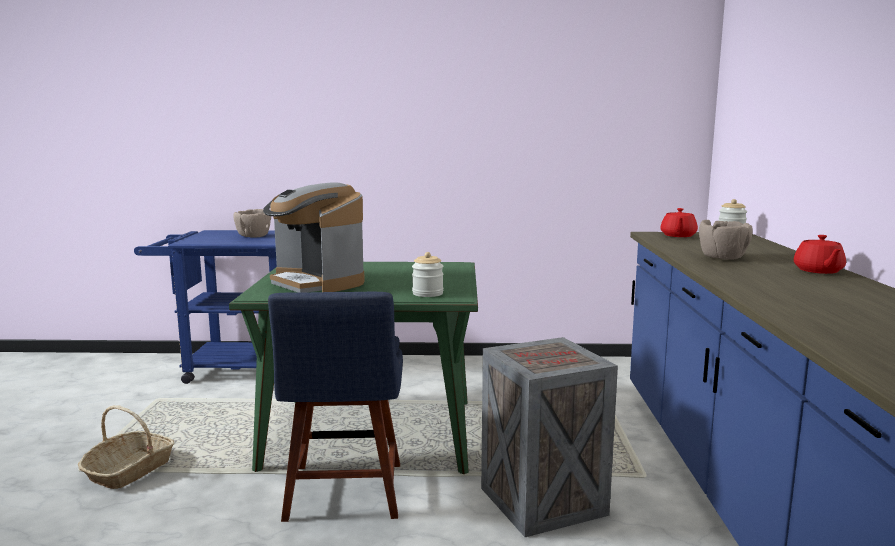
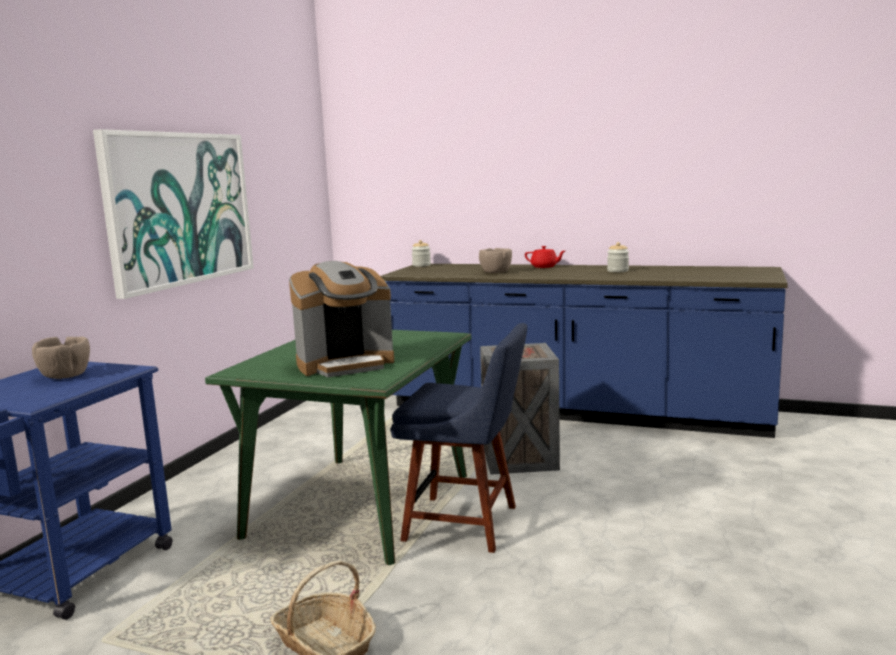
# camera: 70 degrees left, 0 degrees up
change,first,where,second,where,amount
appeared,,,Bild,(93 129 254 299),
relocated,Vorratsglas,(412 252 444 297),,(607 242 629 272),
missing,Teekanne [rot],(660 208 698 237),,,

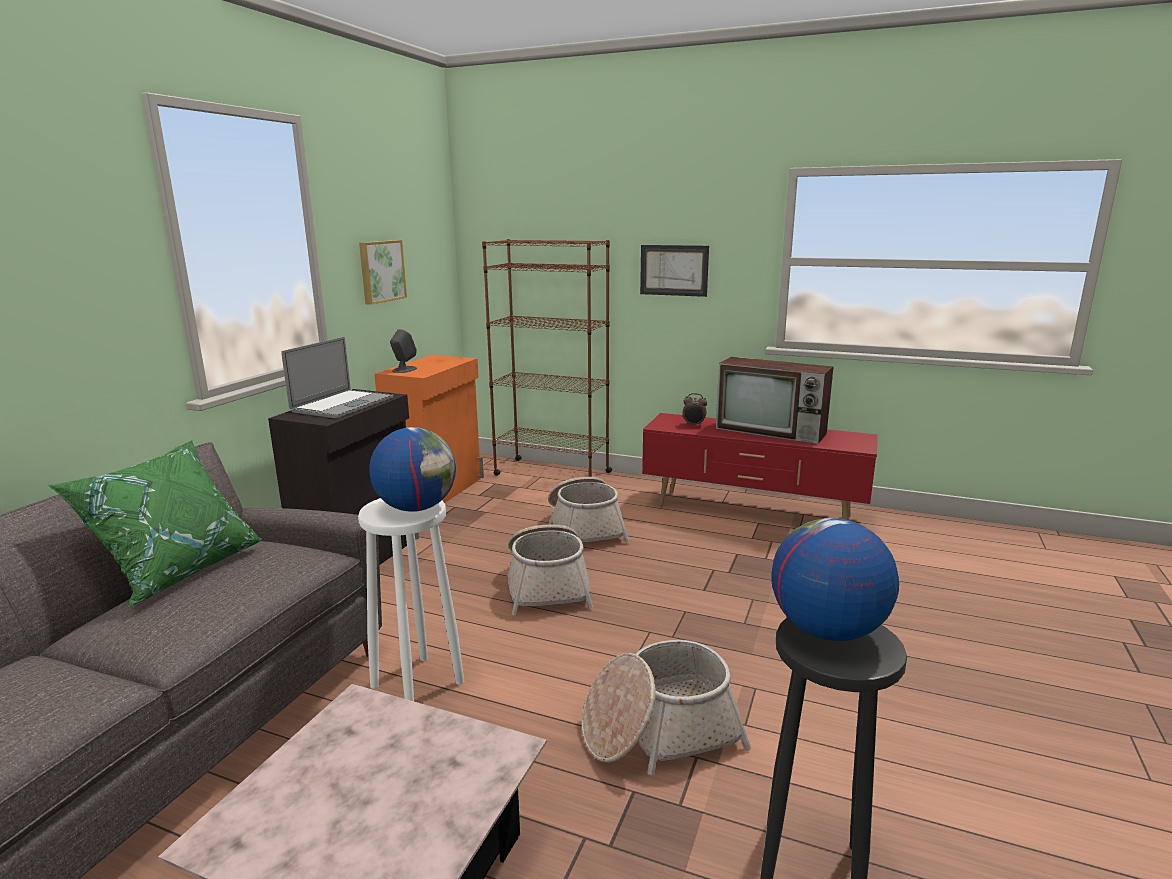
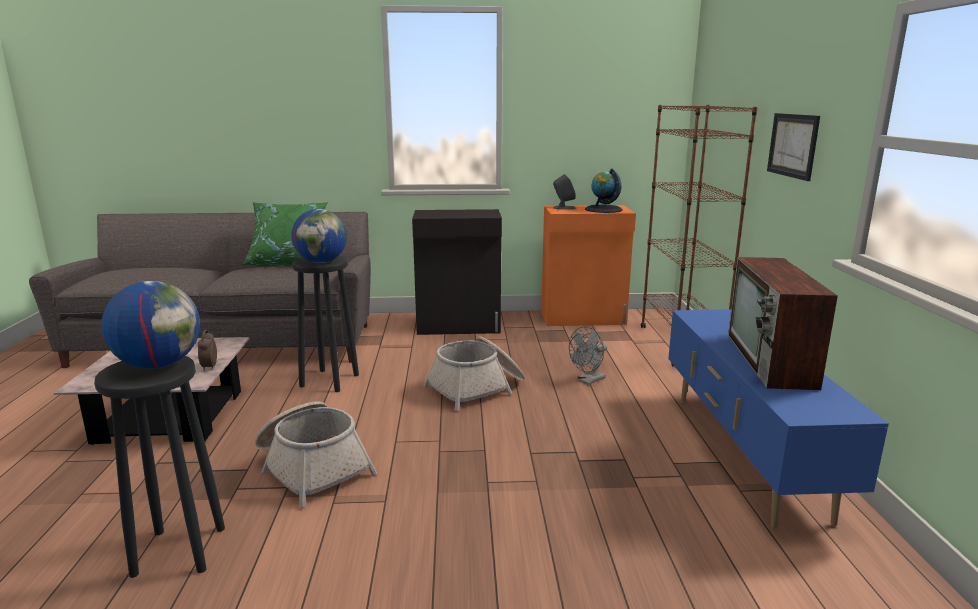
# camera: 65 degrees right, 0 degrees up
change,first,where,second,where,amount
relocated,Wecker,(682 393 707 427),,(198 330 217 371),
colour,Hocker [weiß],(358 498 464 701),Hocker [schwarz],(292 255 359 392),
exchanged,Korb,(548 477 630 543),Ventilator [grau],(569 326 607 385),
appeared,,,Globus,(585 169 622 213),
colour,Fernsehschrank [rot],(642 413 878 520),Fernsehschrank [blau],(668 309 889 528),
missing,Laptop,(281 337 394 418),,,
missing,Bild,(359 240 407 305),,,

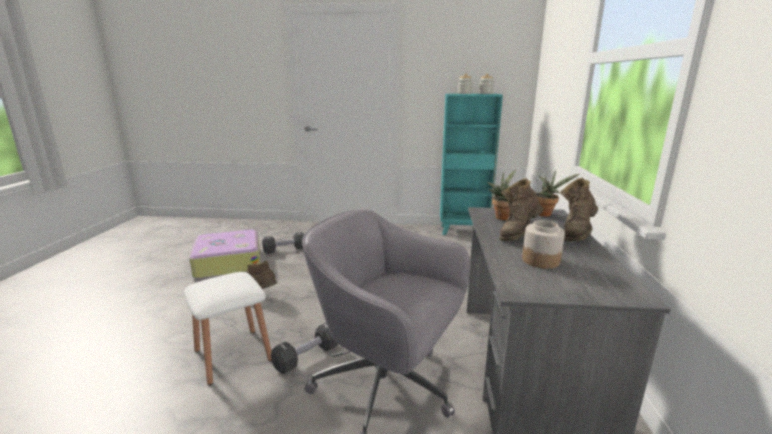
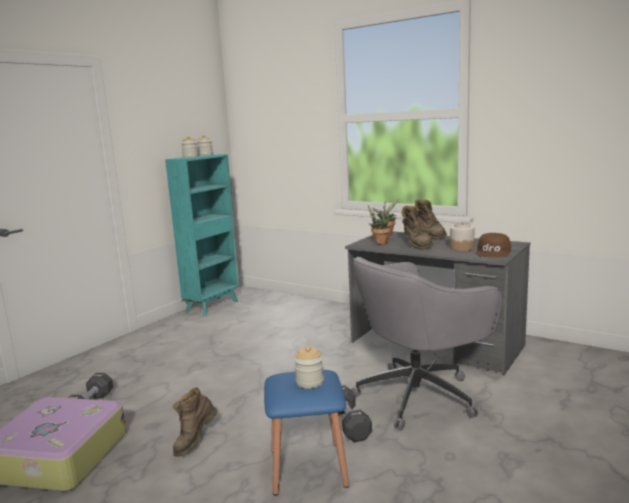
# camera: 60 degrees left, 5 degrees down
change,first,where,second,where,amount
colour,Hocker [weiß],(184 272 272 385),Hocker [blau],(264 370 349 496),
appeared,,,Vorratsglas,(294 346 324 389),
appeared,,,Kappe [braun],(475 233 511 258),

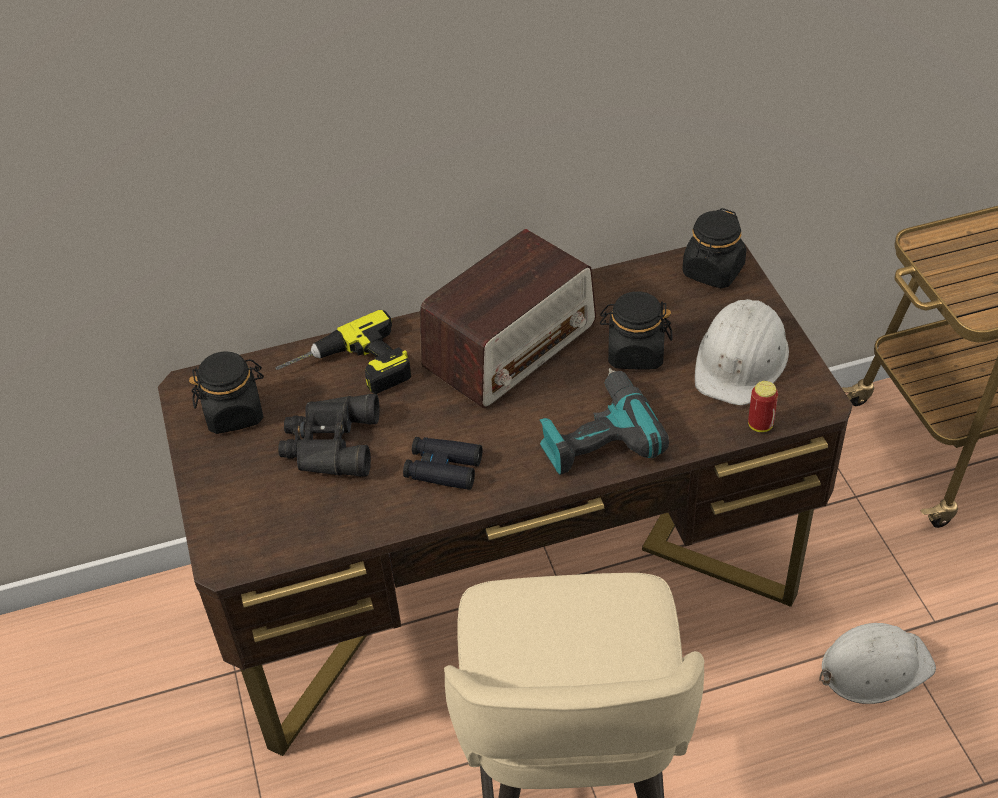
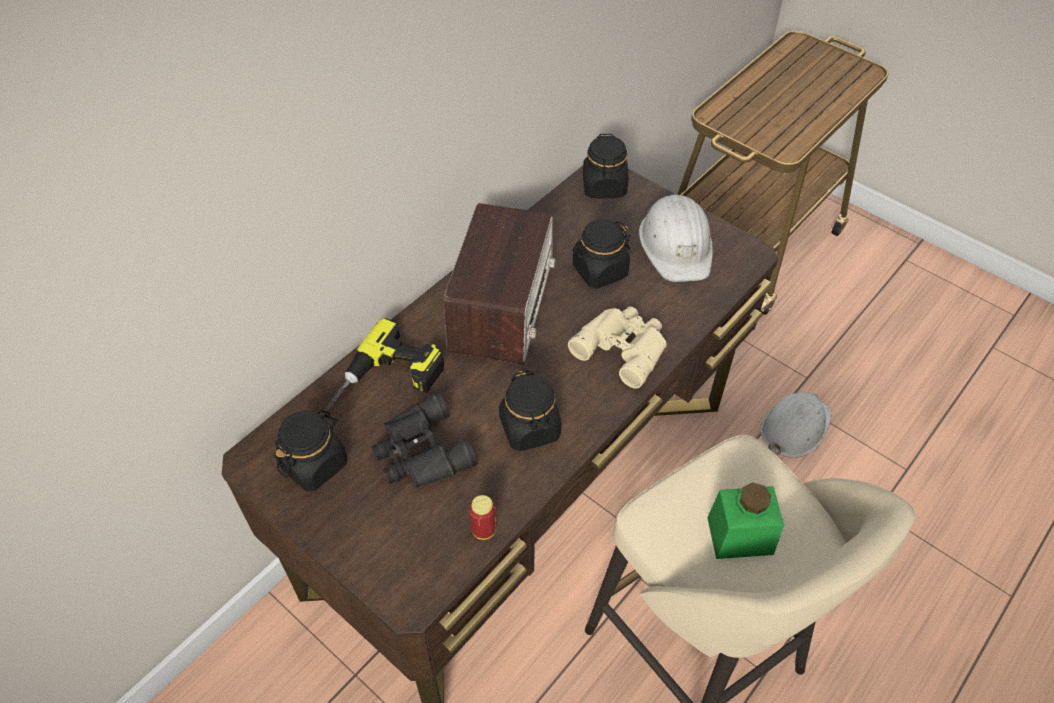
# camera: 35 degrees left, 5 degrees up
change,first,where,second,where,amount
relocated,Dose,(748 381 778 432),,(469 495 496 540),
exchanged,Fernglas [schwarz],(403 437 482 490),Vorratsglas [schwarz],(499 370 561 451),
exchanged,Bohrmaschine,(539 368 669 475),Fernglas [beige],(568 306 667 389),
appeared,,,Vorratsglas [grün],(707 482 784 559),

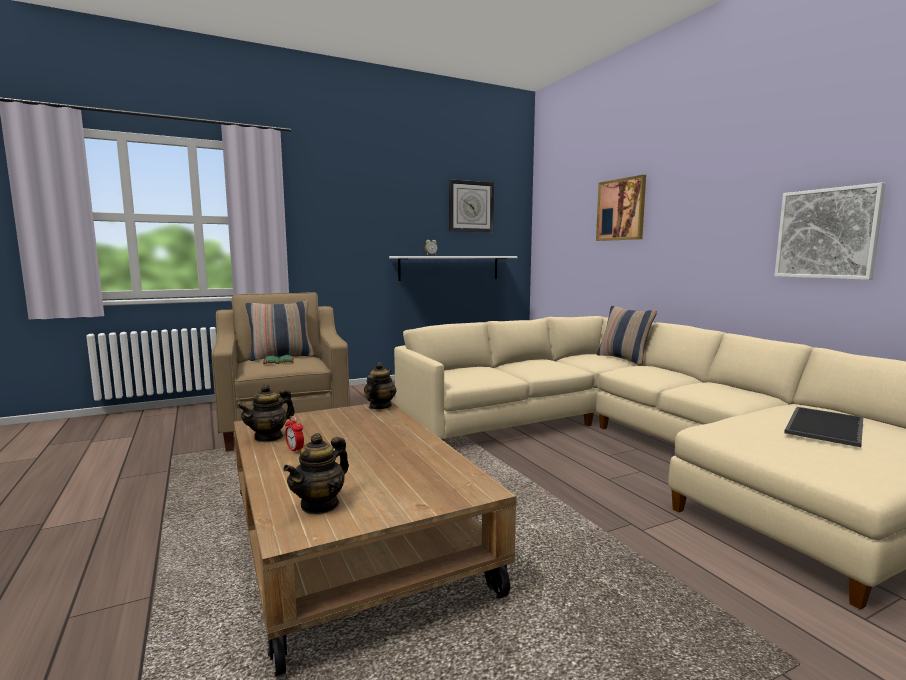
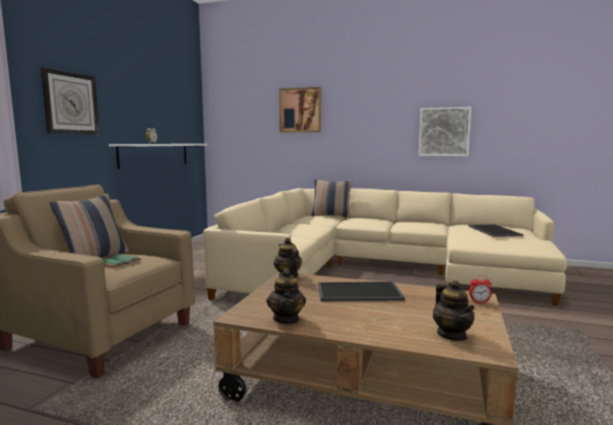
# camera: 45 degrees left, 0 degrees up
change,first,where,second,where,amount
relocated,Wanduhr,(449 179 494 232),,(41 67 100 135),
appeared,,,Tablett,(318 282 405 301),
relocated,Wecker,(285 416 304 453),,(469 275 492 303),

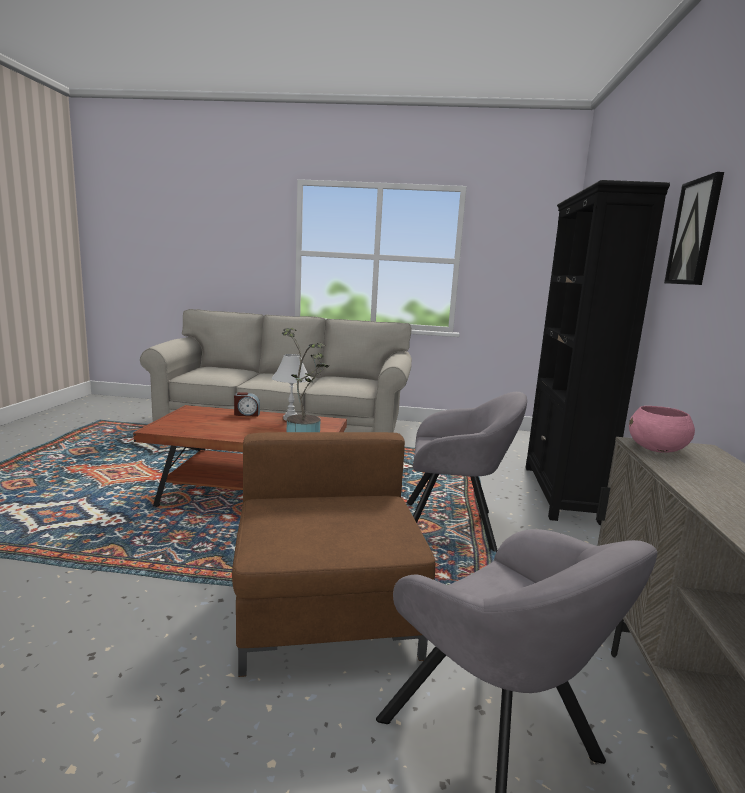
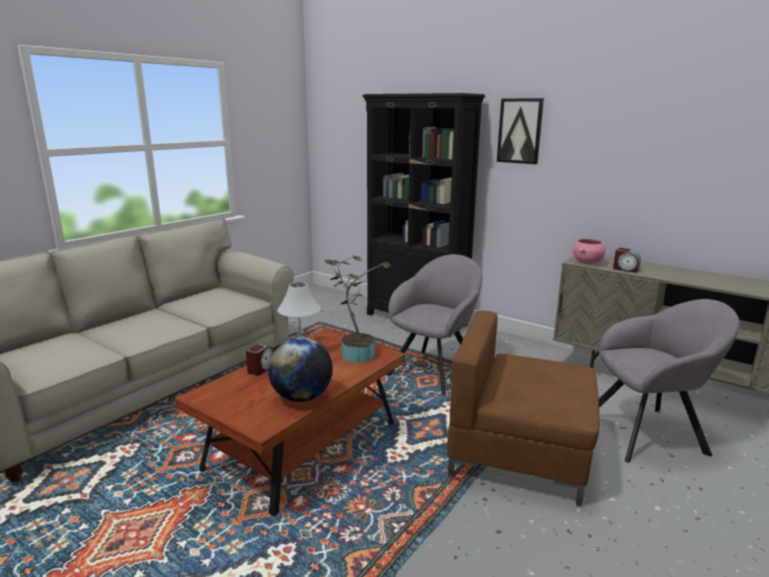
# camera: 60 degrees left, 5 degrees up
change,first,where,second,where,amount
appeared,,,Globus,(268 337 333 402),
appeared,,,Wecker,(613 248 641 273),

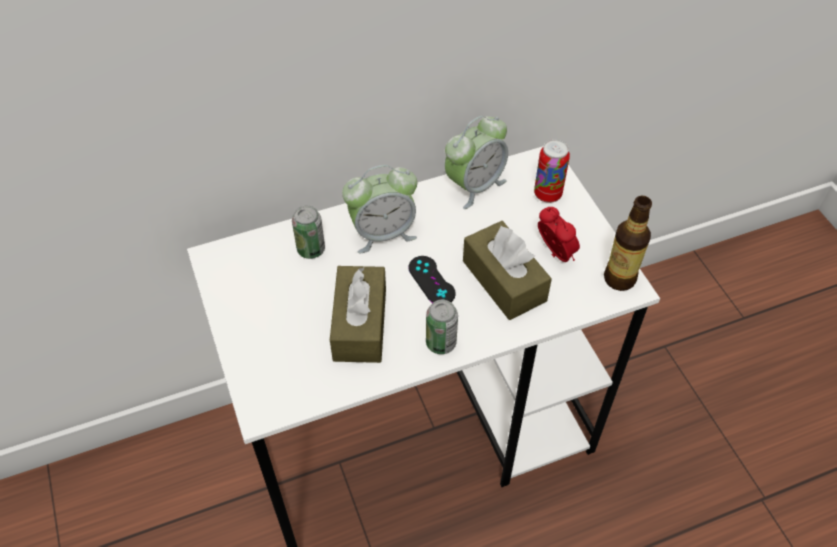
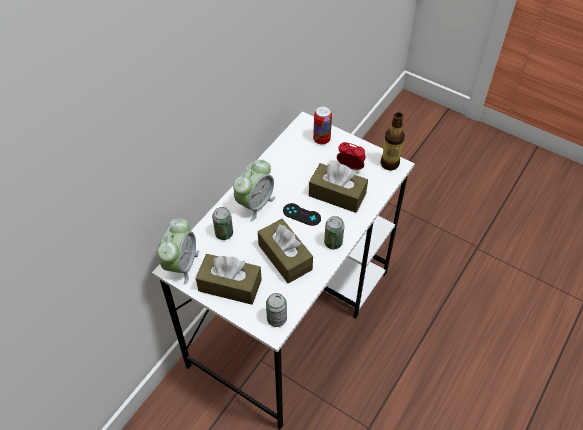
# camera: 35 degrees left, 0 degrees up
change,first,where,second,where,amount
relocated,Wecker,(445 116 508 209),,(158 218 199 284),
appeared,,,Taschentuchbox [braun],(196 254 262 305),
appeared,,,Dose,(266 293 287 327),

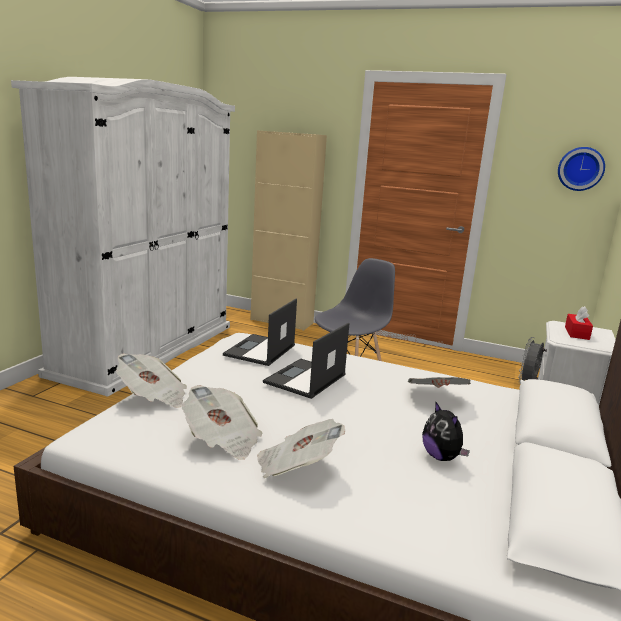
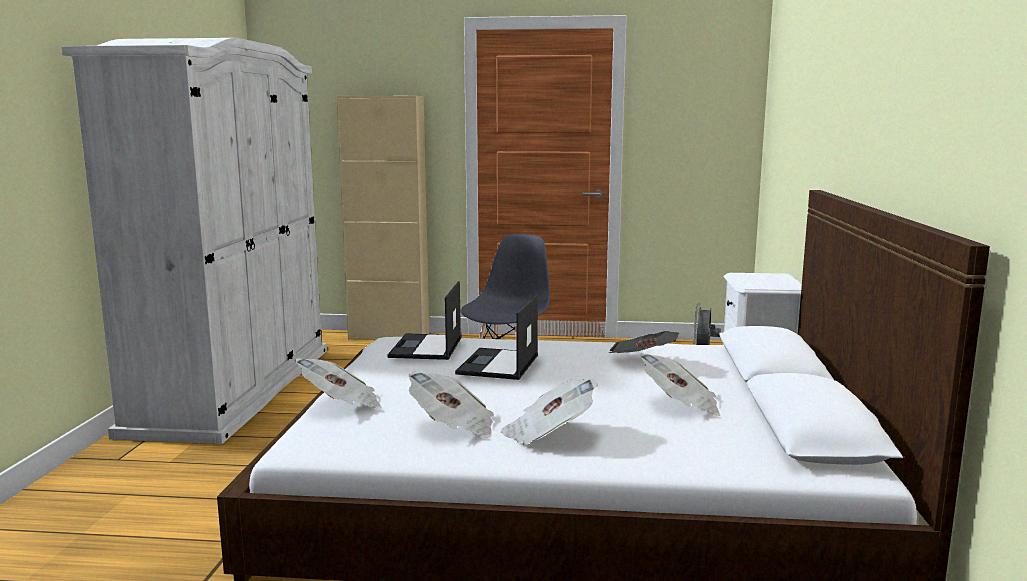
# camera: 15 degrees left, 5 degrees down
change,first,where,second,where,amount
exchanged,Plüschtier,(422 401 470 461),Zeitung,(640 353 720 416),
missing,Wanduhr,(558 147 605 191),,,
missing,Taschentuchbox [rot],(565 306 593 340),,,

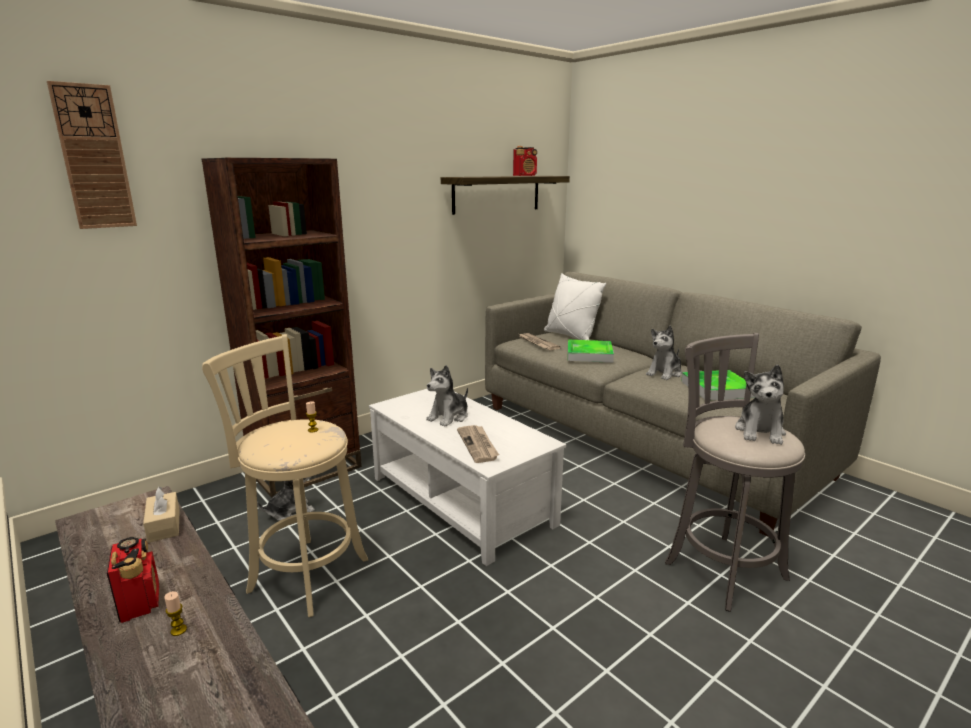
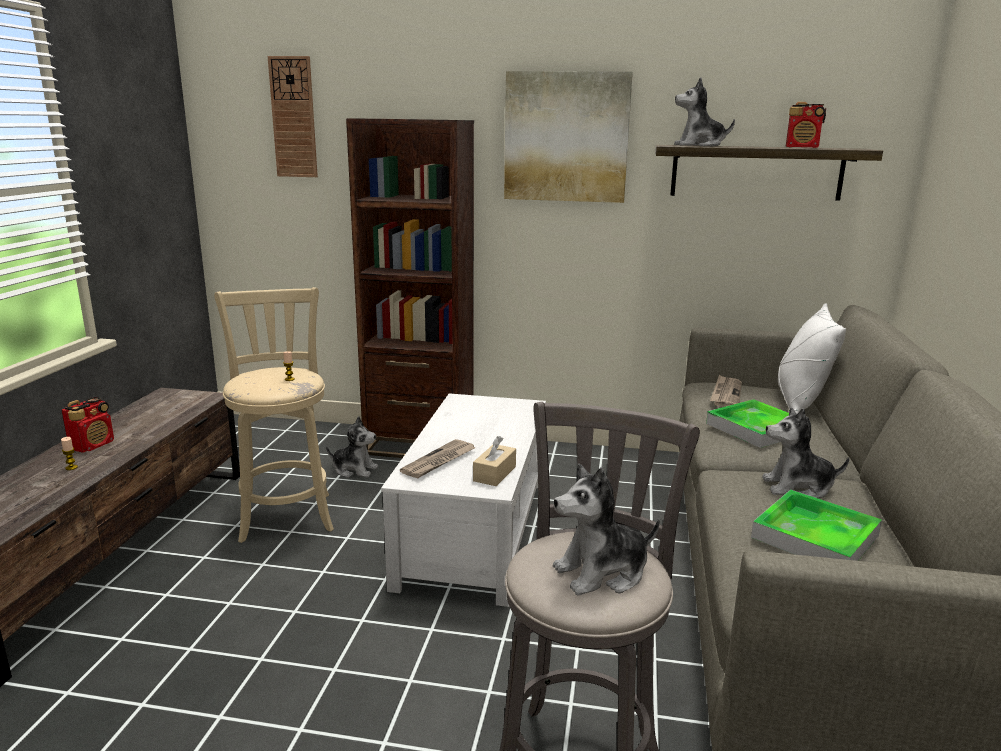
# camera: 50 degrees right, 0 degrees up
change,first,where,second,where,amount
relocated,Taschentuchbox [beige],(143 486 180 543),,(473 436 516 486),
appeared,,,Bild,(504 71 633 203),
relocated,Plüschtier,(426 365 468 427),,(674 77 735 146),

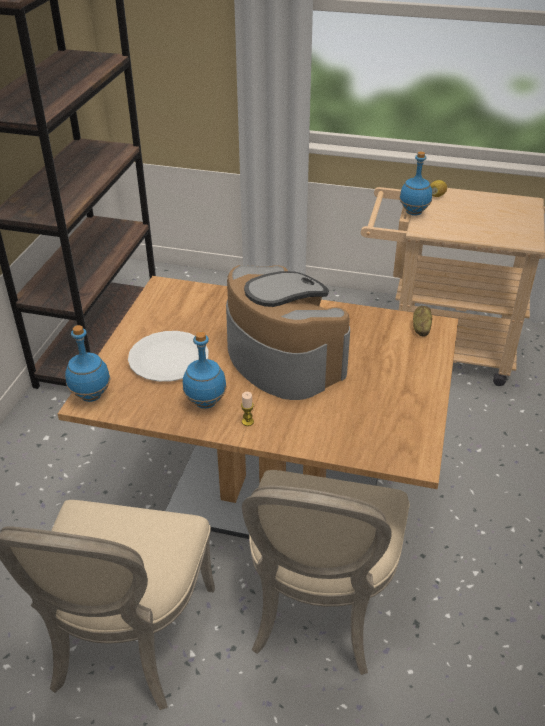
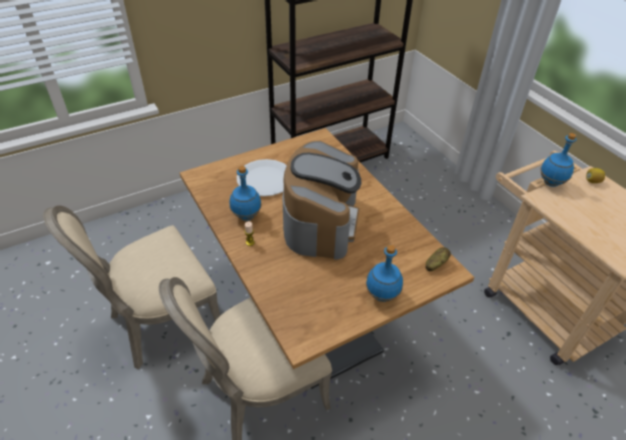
# camera: 45 degrees right, 5 degrees up
change,first,where,second,where,amount
relocated,Flasche [blau],(65 325 110 402),,(366 245 403 302),

